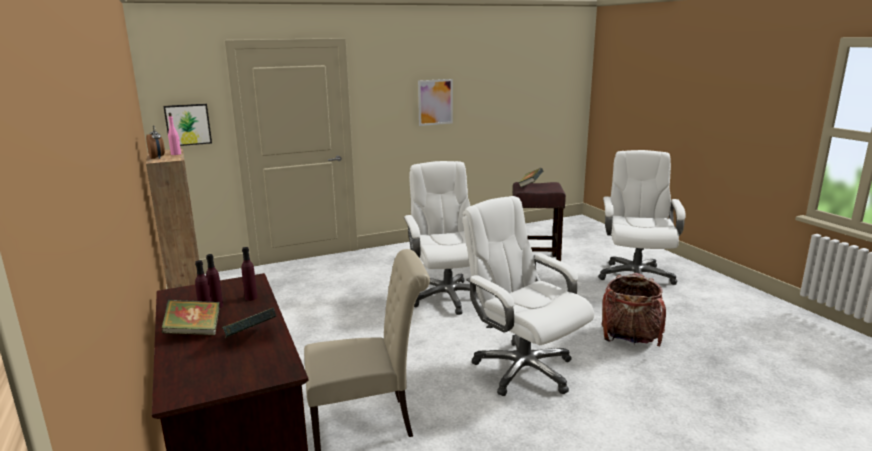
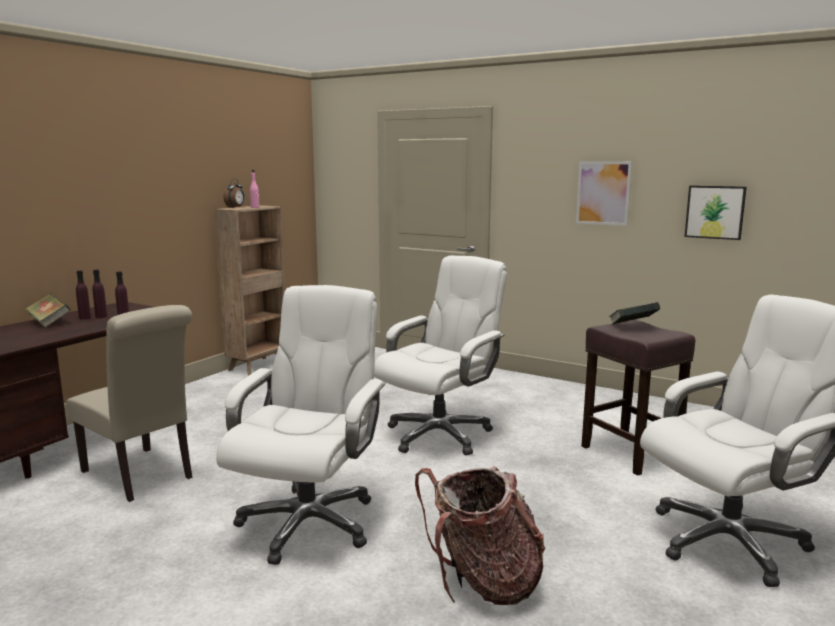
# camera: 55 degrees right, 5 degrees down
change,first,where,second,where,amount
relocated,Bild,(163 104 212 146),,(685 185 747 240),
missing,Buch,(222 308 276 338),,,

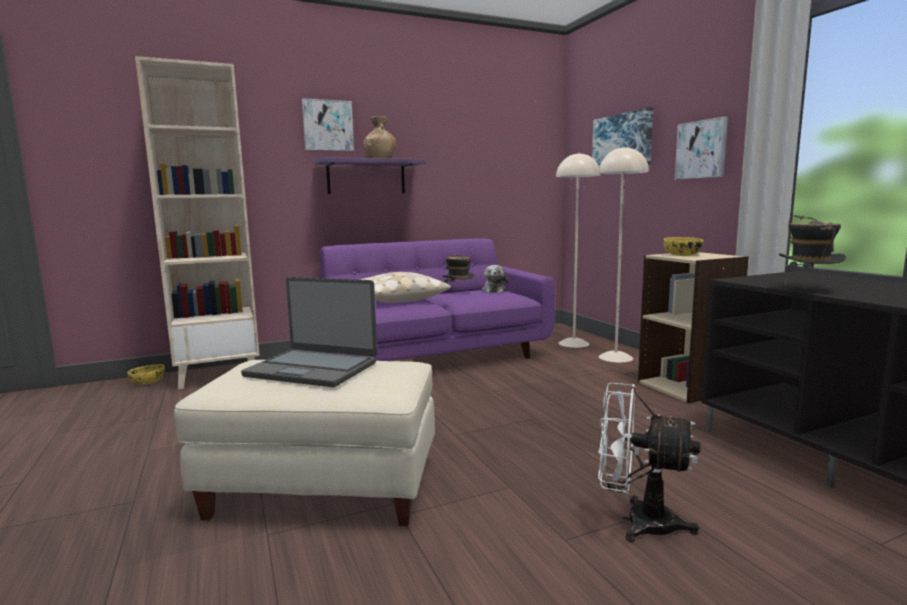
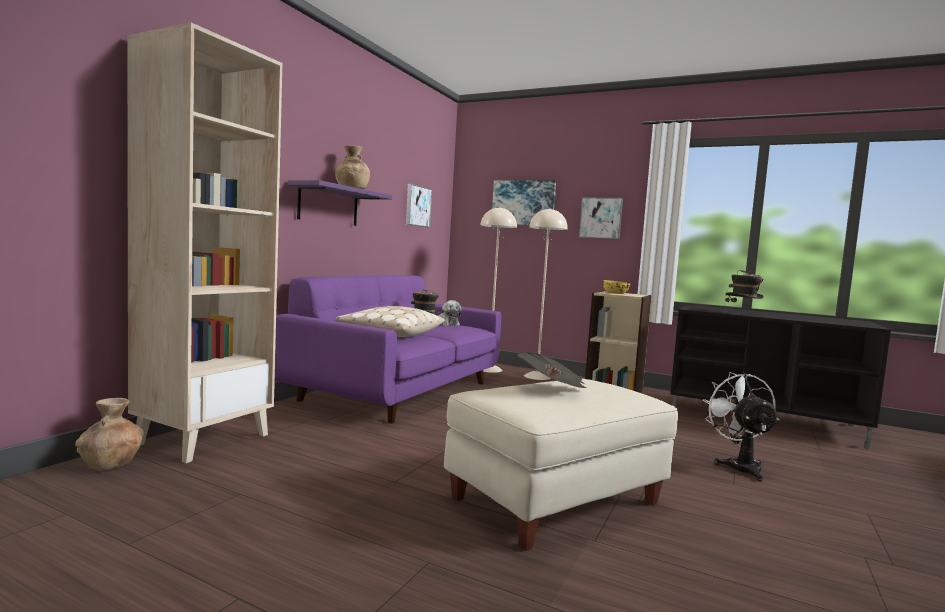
# camera: 40 degrees left, 5 degrees down
change,first,where,second,where,amount
exchanged,Schüssel [gelb],(128 364 165 385),Vase [braun],(75 398 144 470),
relocated,Bild,(302 98 354 151),,(406 184 432 227),
exchanged,Laptop,(241 277 377 387),Zeitung,(517 352 586 388),
spun,Ventilator [weiß],(598 383 701 542),,(703 372 780 482),105 degrees clockwise

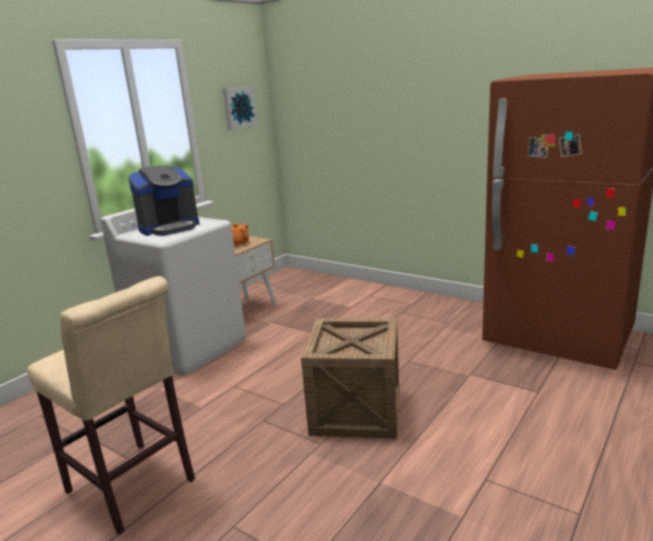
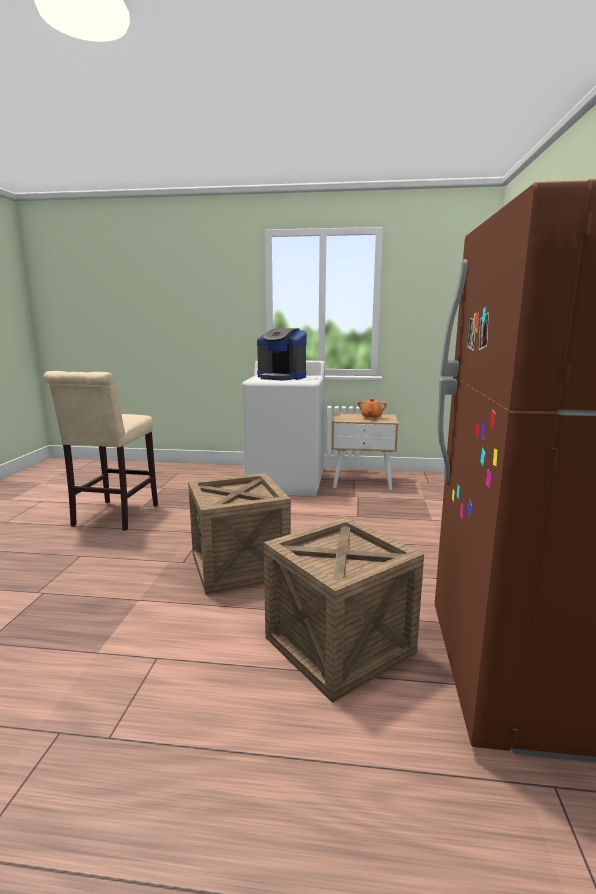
# camera: 60 degrees right, 5 degrees down
change,first,where,second,where,amount
appeared,,,Kiste,(264 517 424 703),
missing,Bild,(223 86 258 129),,,

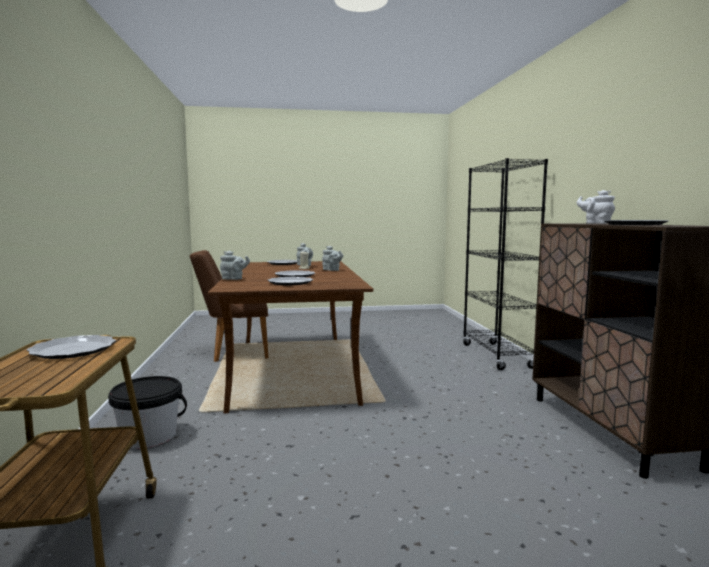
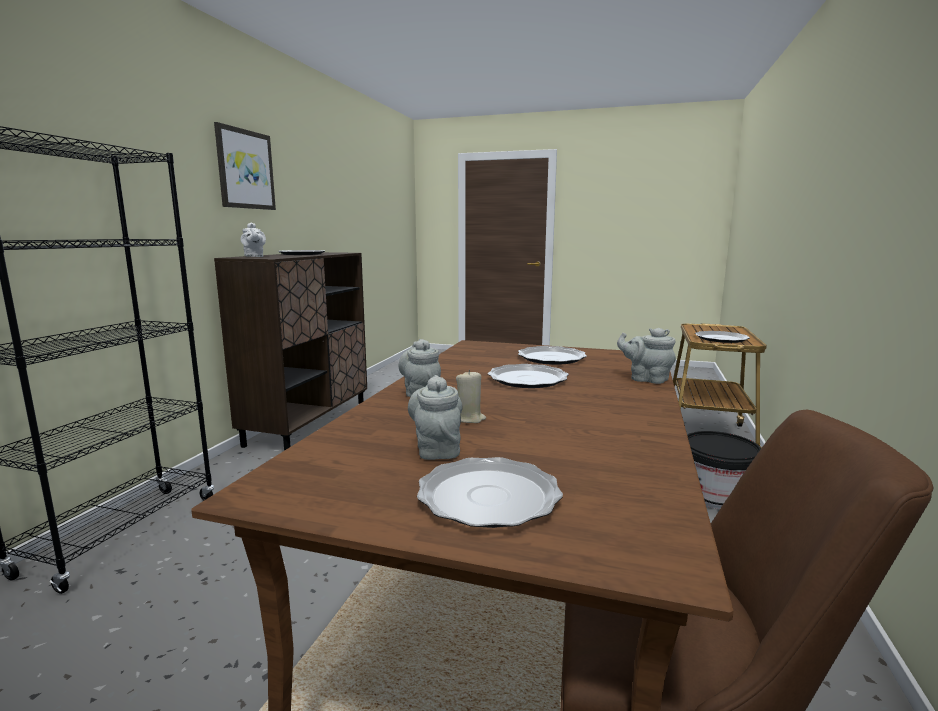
# camera: 155 degrees left, 5 degrees up
change,first,where,second,where,amount
appeared,,,Bild,(214 122 276 210),

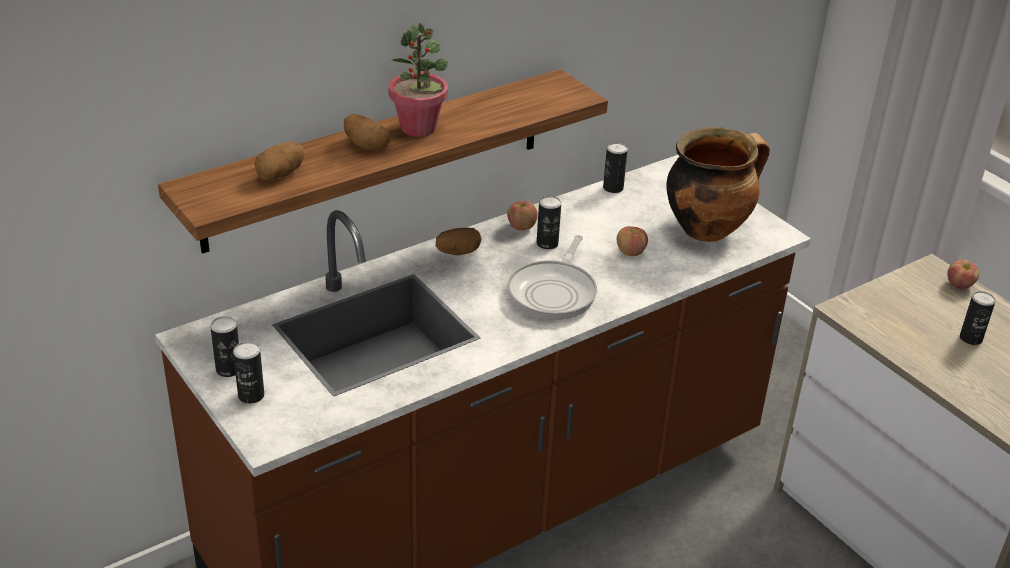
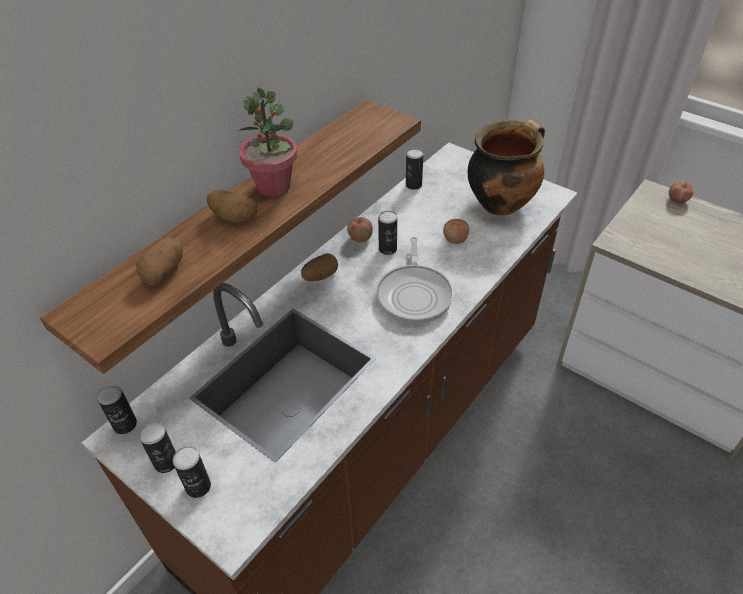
# camera: 15 degrees left, 10 degrees up
change,first,where,second,where,amount
relocated,Dose,(960 291 996 345),,(97 384 137 434),

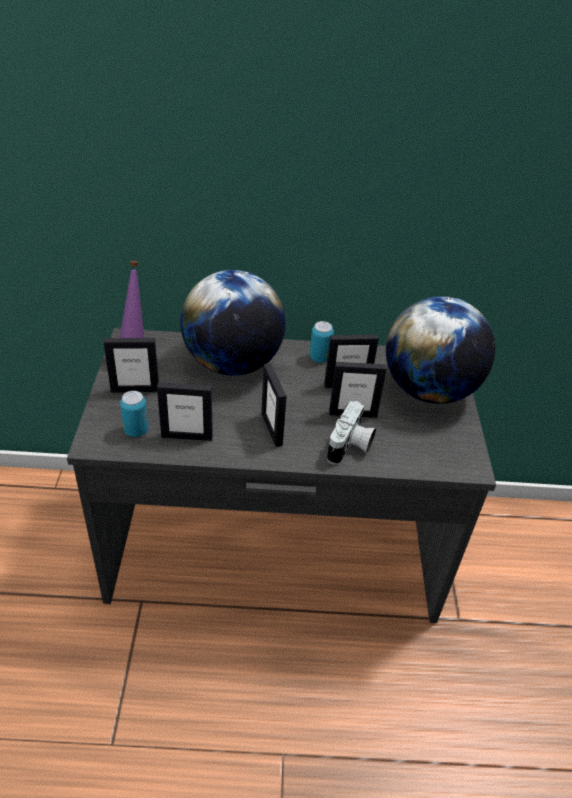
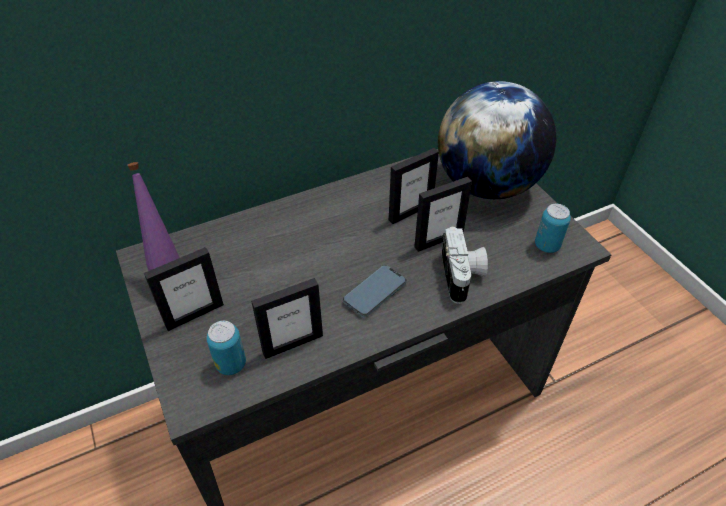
# camera: 25 degrees left, 5 degrees up
change,first,where,second,where,amount
exchanged,Bilderrahmen,(261 363 287 447),Handy,(343 265 406 318),
relocated,Dose,(310 321 334 363),,(535 204 571 253),
missing,Globus,(180 270 286 376),,,

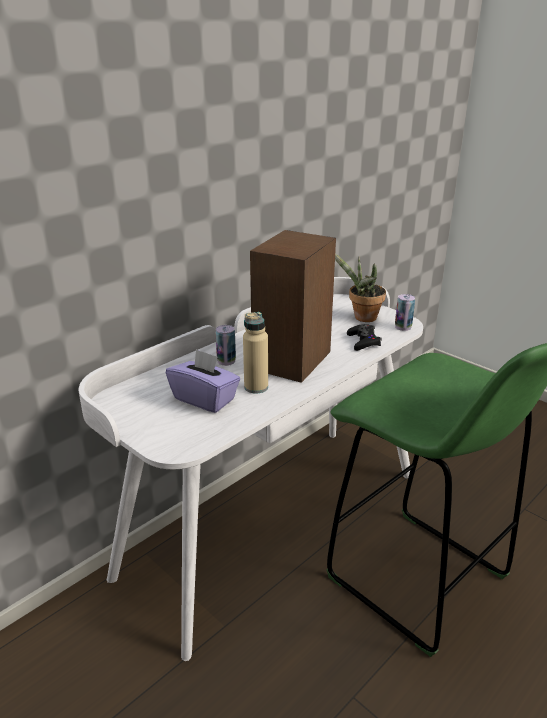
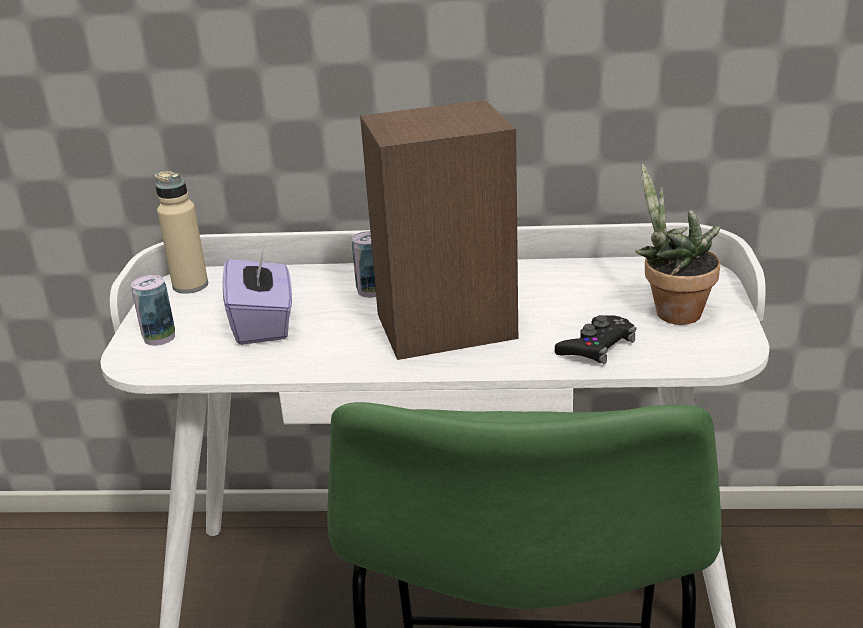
# camera: 50 degrees right, 0 degrees up
change,first,where,second,where,amount
relocated,Dose,(395 294 415 331),,(131 275 175 346),
relocated,Flasche [beige],(243 312 268 394),,(155 171 208 294),

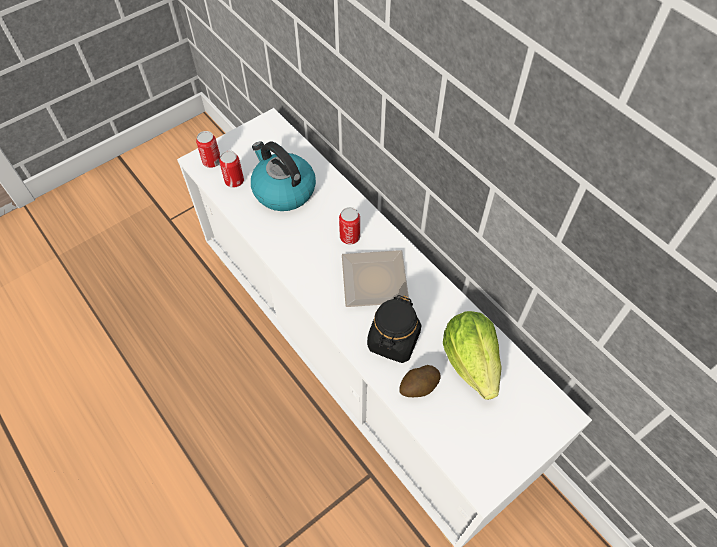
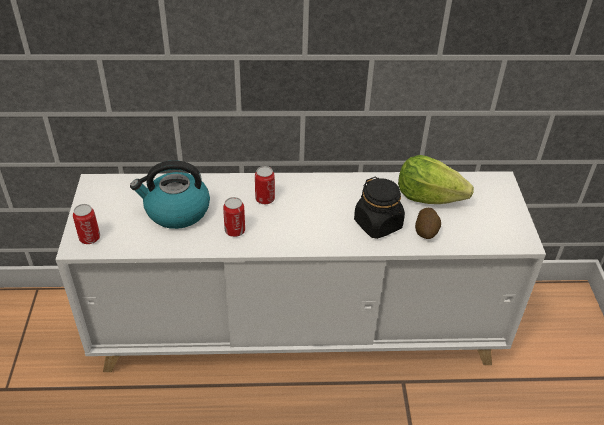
# camera: 55 degrees left, 15 degrees down
change,first,where,second,where,amount
relocated,Dose,(219 151 244 188),,(223 197 245 237),
missing,Teller,(342 250 409 307),,,

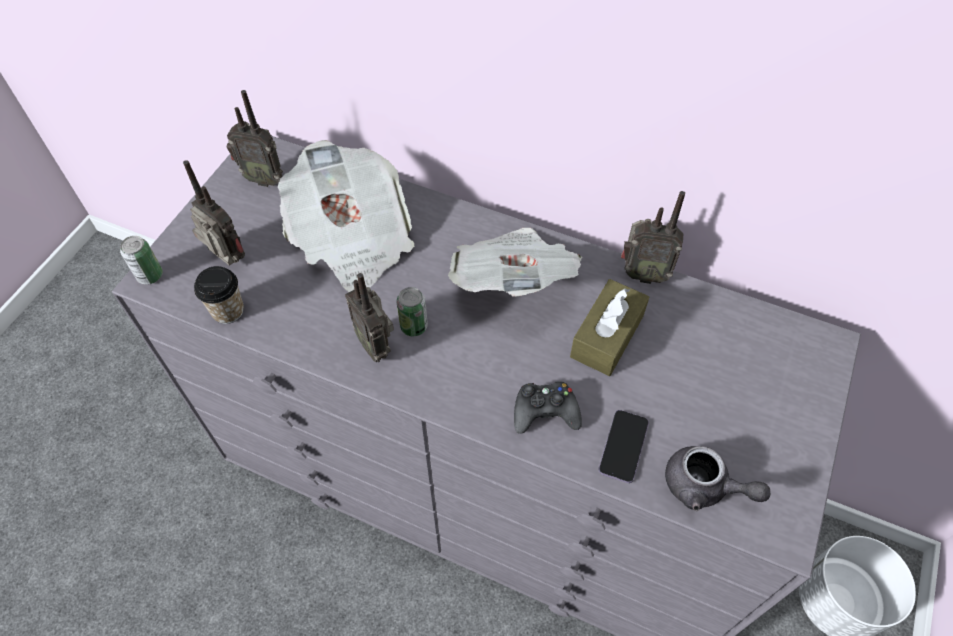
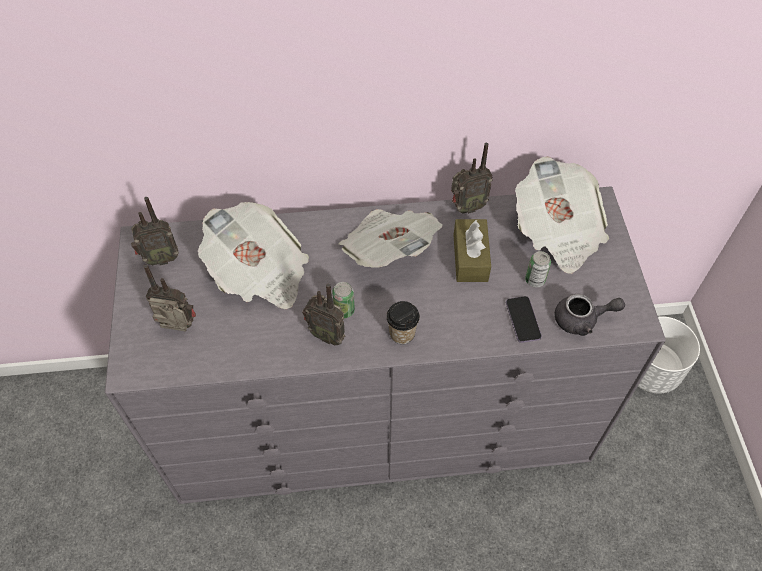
# camera: 30 degrees left, 0 degrees up
change,first,where,second,where,amount
relocated,Tasse,(194 266 244 324),,(386 301 420 344),
appeared,,,Zeitung,(515 156 609 274),
relocated,Dose,(120 236 163 285),,(525 251 551 288),
missing,Gamepad [schwarz],(514 381 582 434),,,

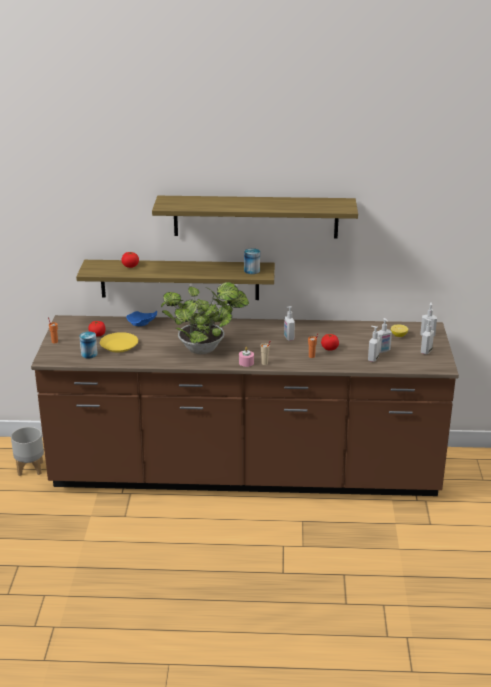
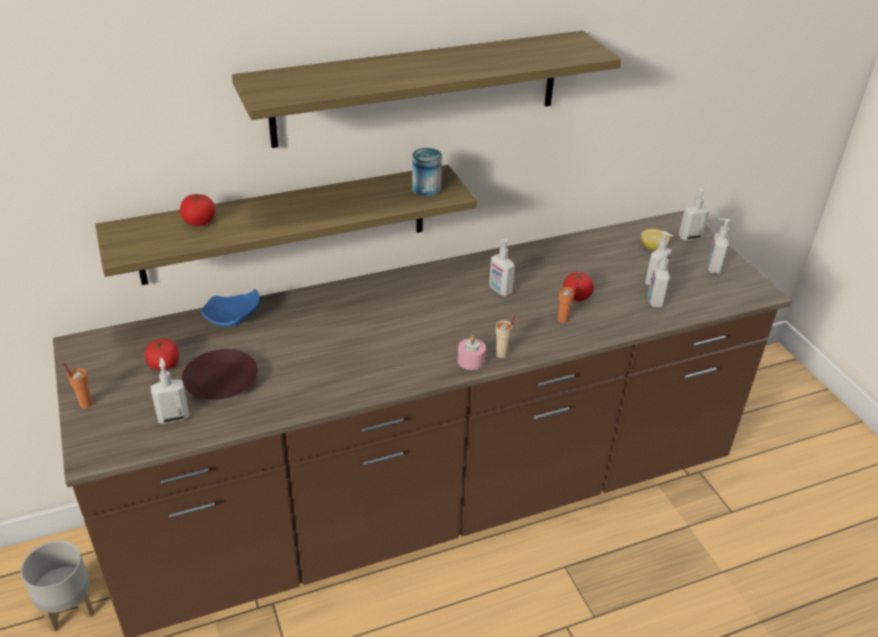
# camera: 25 degrees left, 10 degrees up
change,first,where,second,where,amount
exchanged,Dose,(79 332 98 358),Seifenspender,(151 358 190 424),
colour,Teller [gelb],(100 332 138 353),Teller [braun],(182 349 258 399),
missing,Topfpflanze,(161 282 249 354),,,

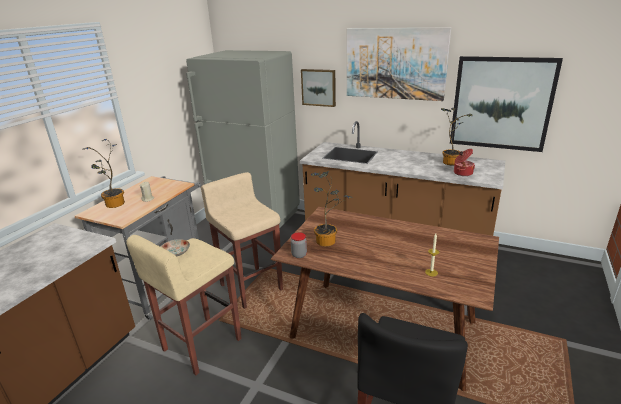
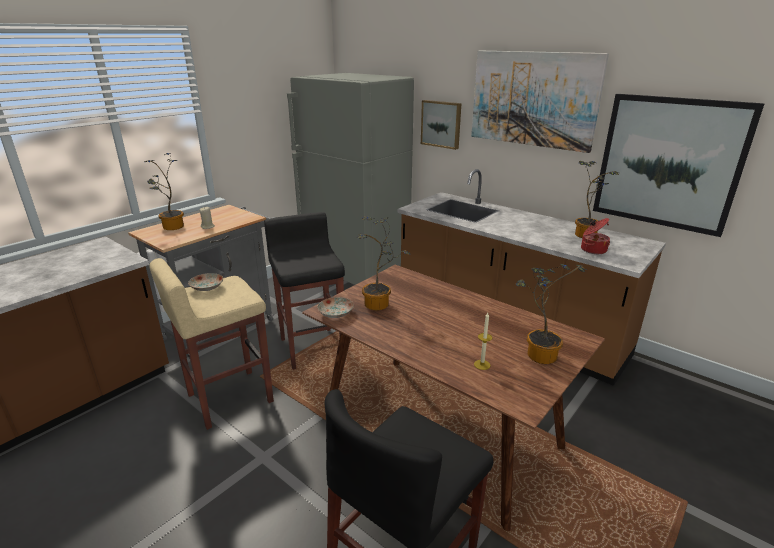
# camera: 15 degrees right, 0 degrees up
change,first,where,second,where,amount
colour,Hocker [beige],(201 172 283 309),Hocker [schwarz],(264 212 345 370),
exchanged,Vorratsglas,(291 232 307 258),Teller,(317 297 354 318),
appeared,,,Topfpflanze,(516 264 586 364),

